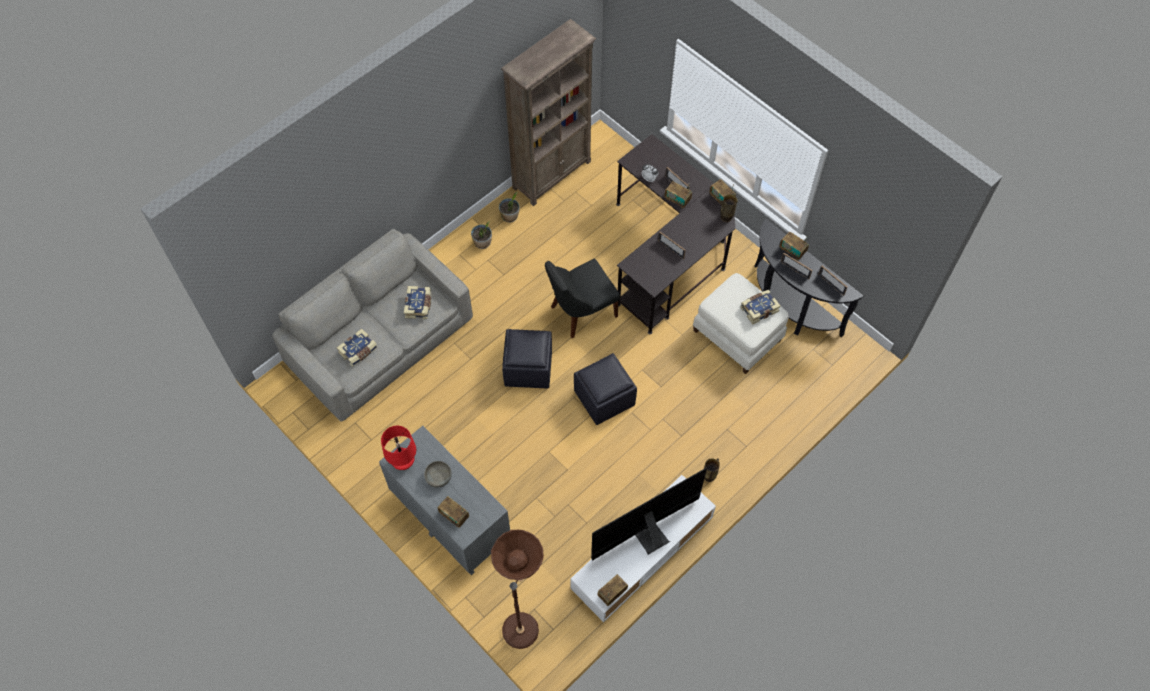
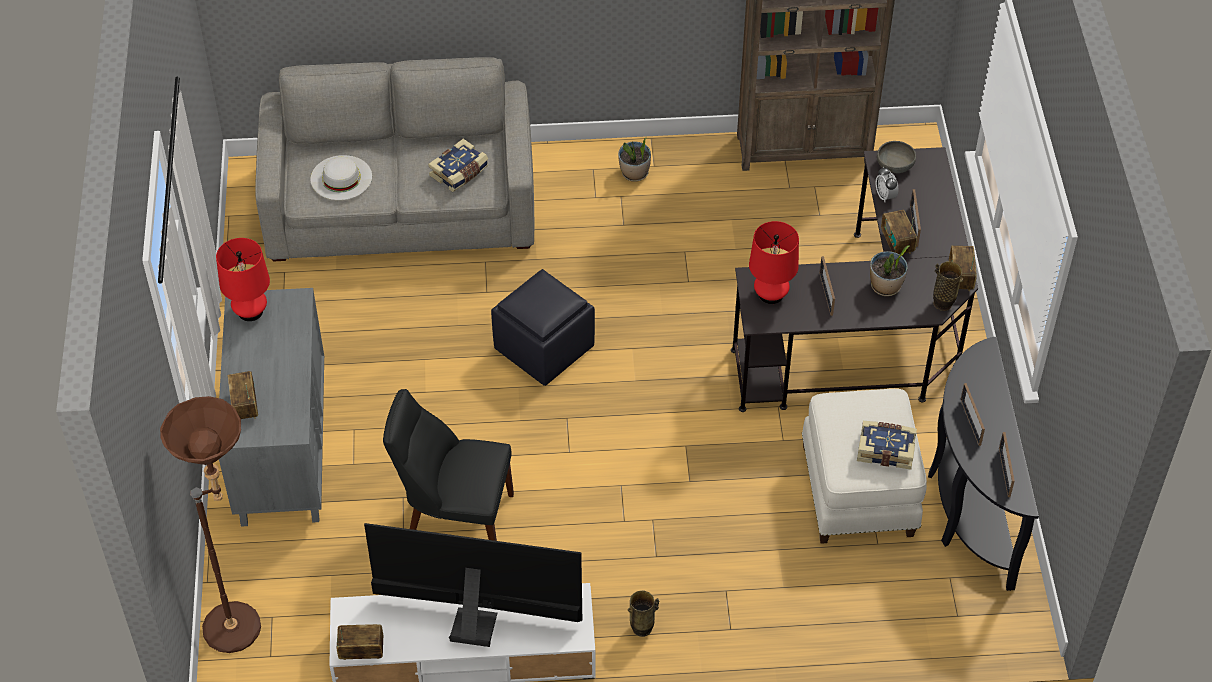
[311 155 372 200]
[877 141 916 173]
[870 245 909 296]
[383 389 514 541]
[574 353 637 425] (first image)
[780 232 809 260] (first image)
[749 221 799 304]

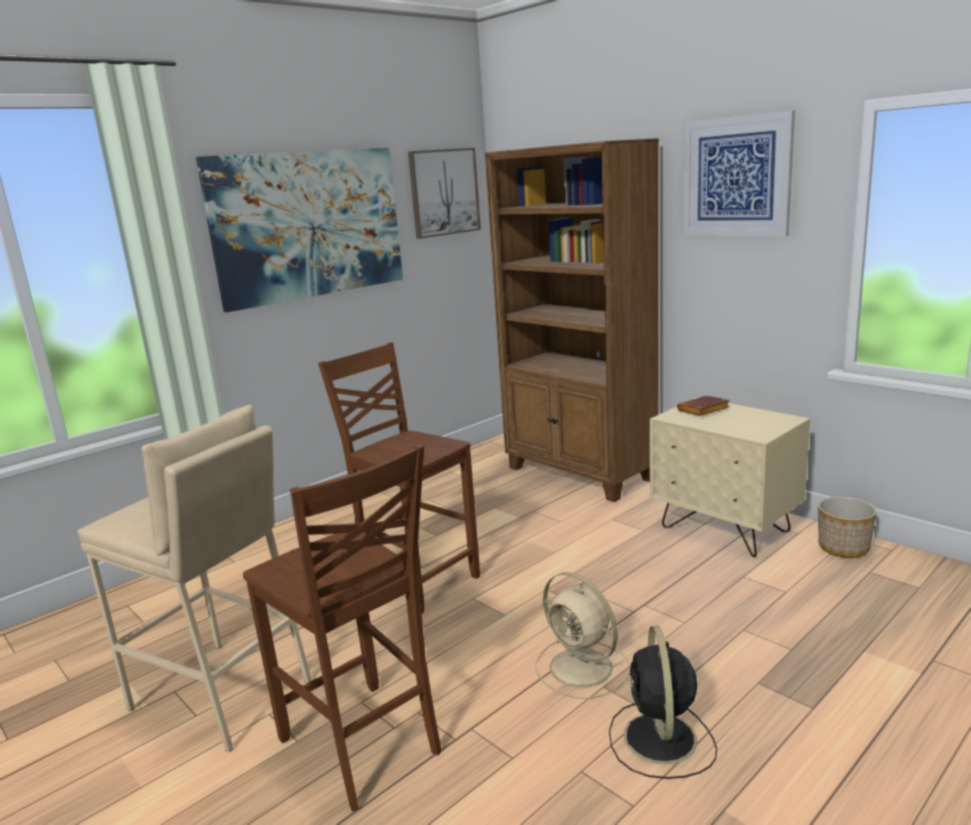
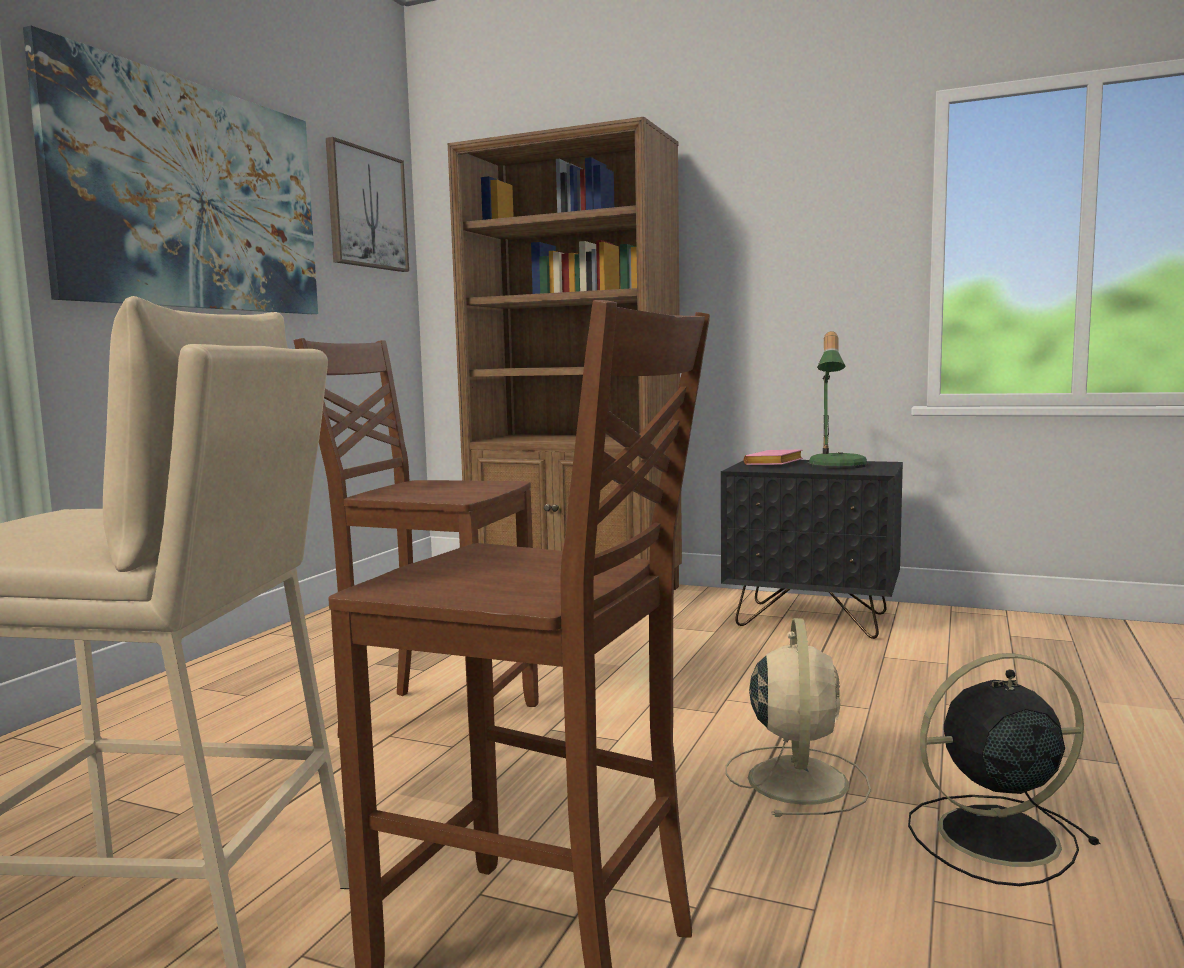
[726 618 871 817]
[908 653 1101 886]
[721 460 903 639]
[744 449 803 465]
[684 110 795 236] (first image)
[818 497 877 558] (first image)
[808 331 868 469]

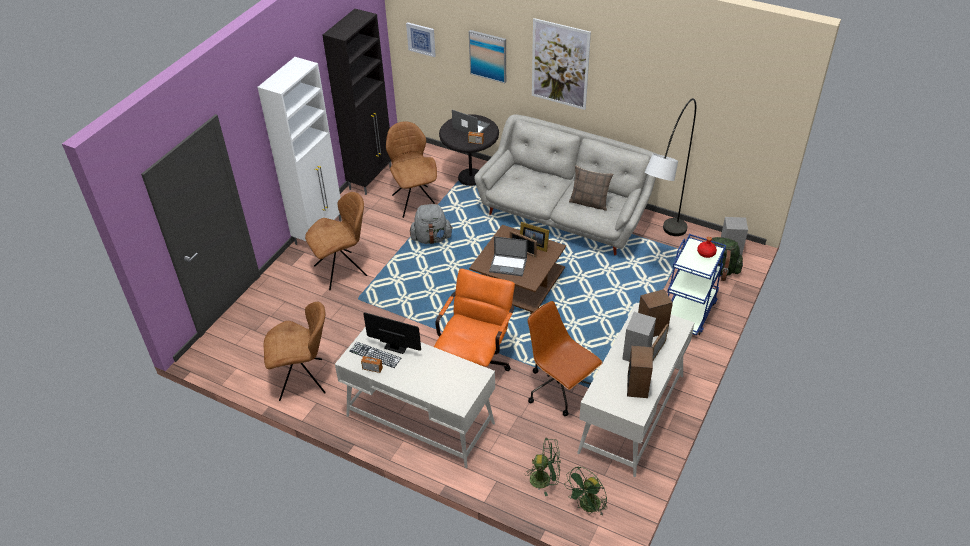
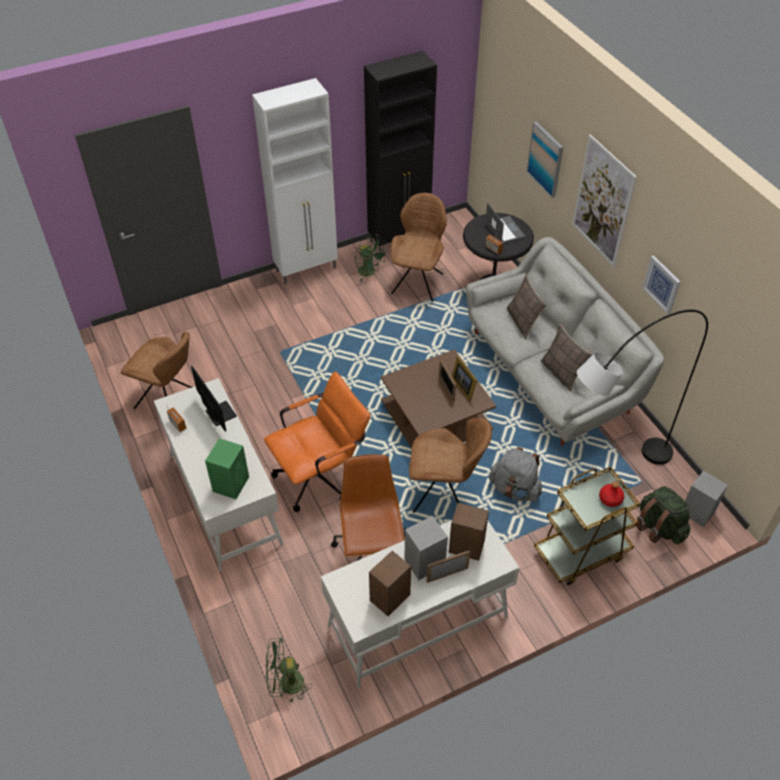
[409 418 492 513]
[349 342 401 368] (first image)
[642 256 680 314]
[489 447 542 502]
[489 236 527 276] (first image)
[355 234 388 282]
[534 467 640 585]
[205 438 249 499]
[507 274 547 339]

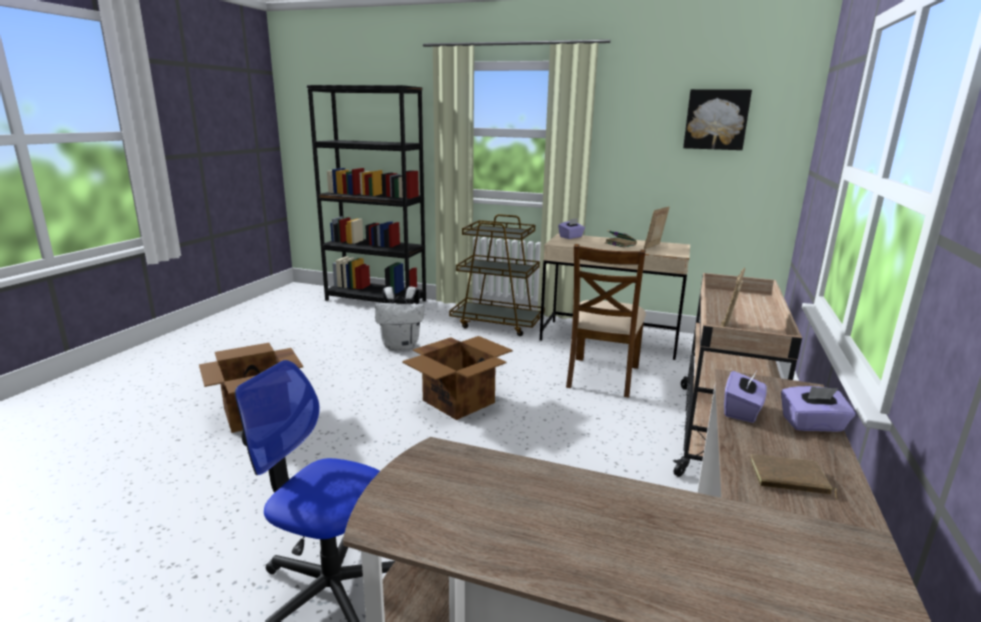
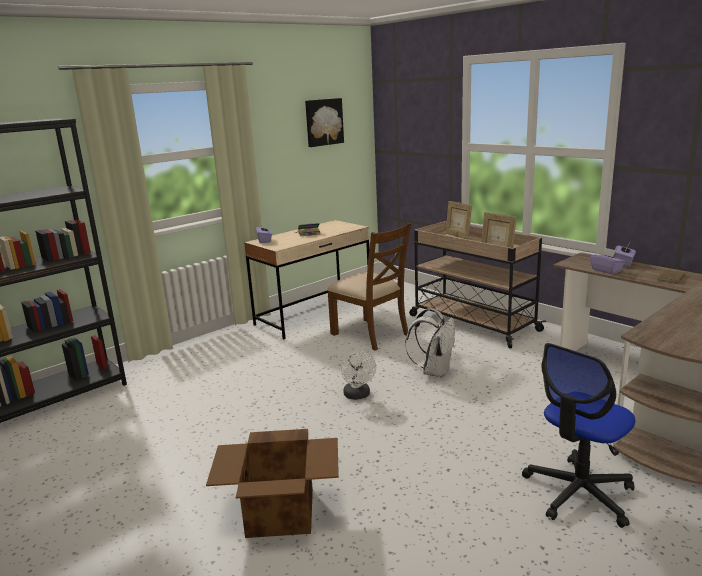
[405 308 455 378]
[341 351 376 400]
[449 214 545 336] (first image)
[446 201 472 239]

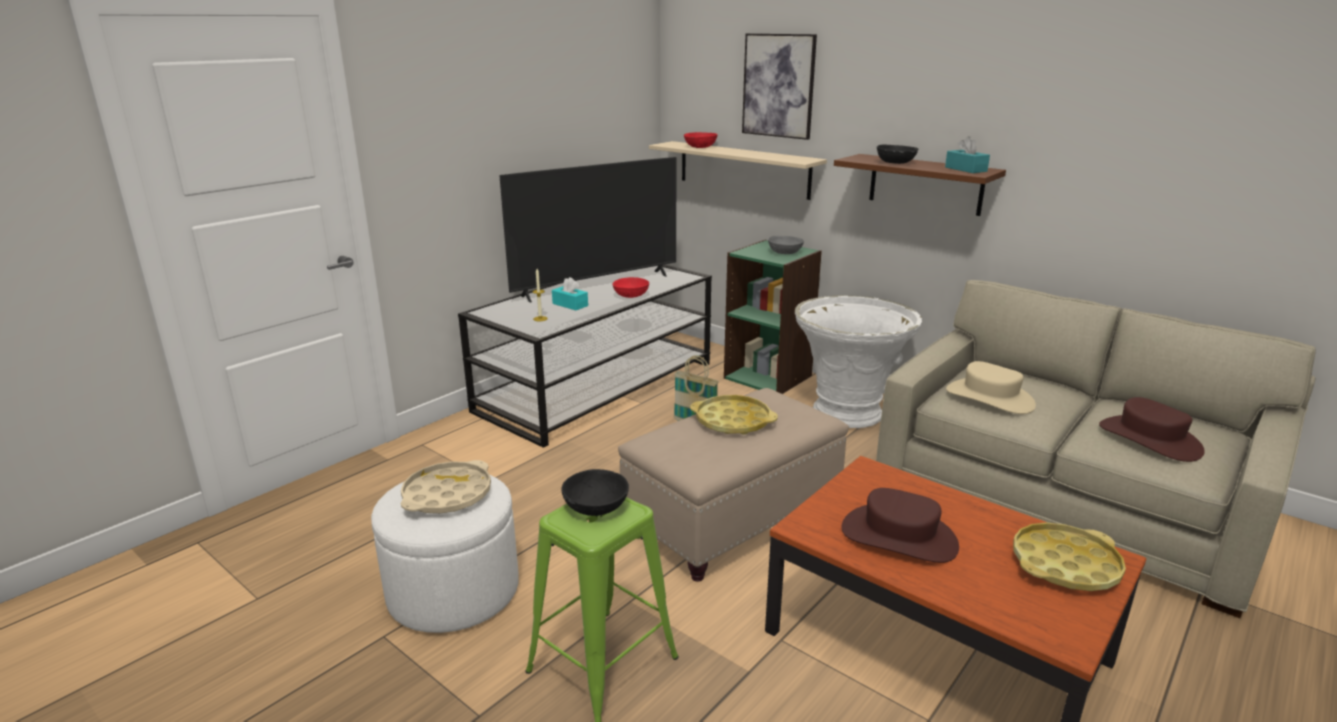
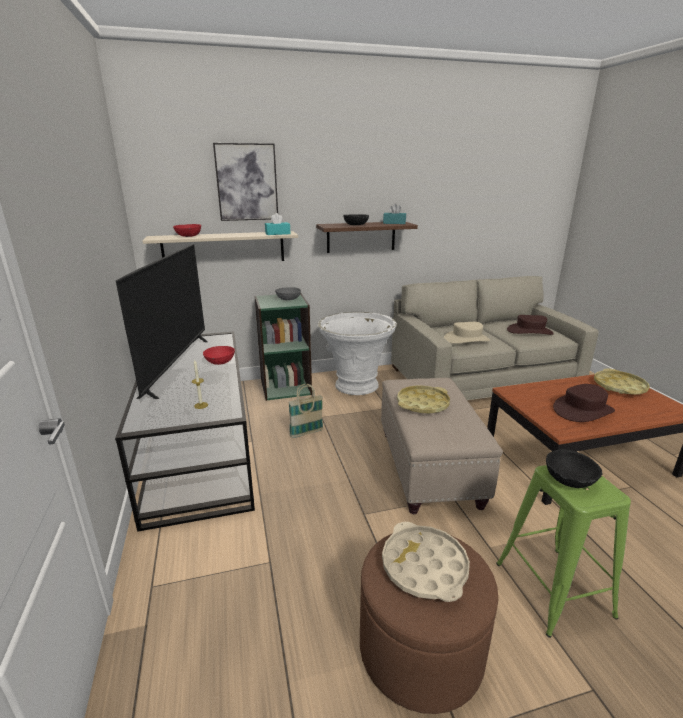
[360 533 498 714]
[265 213 290 235]

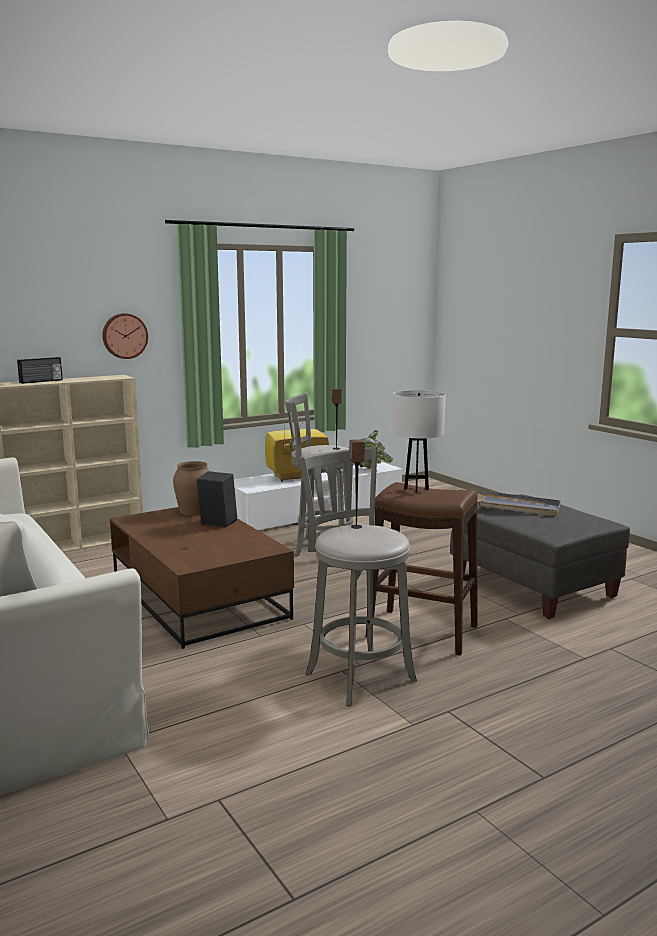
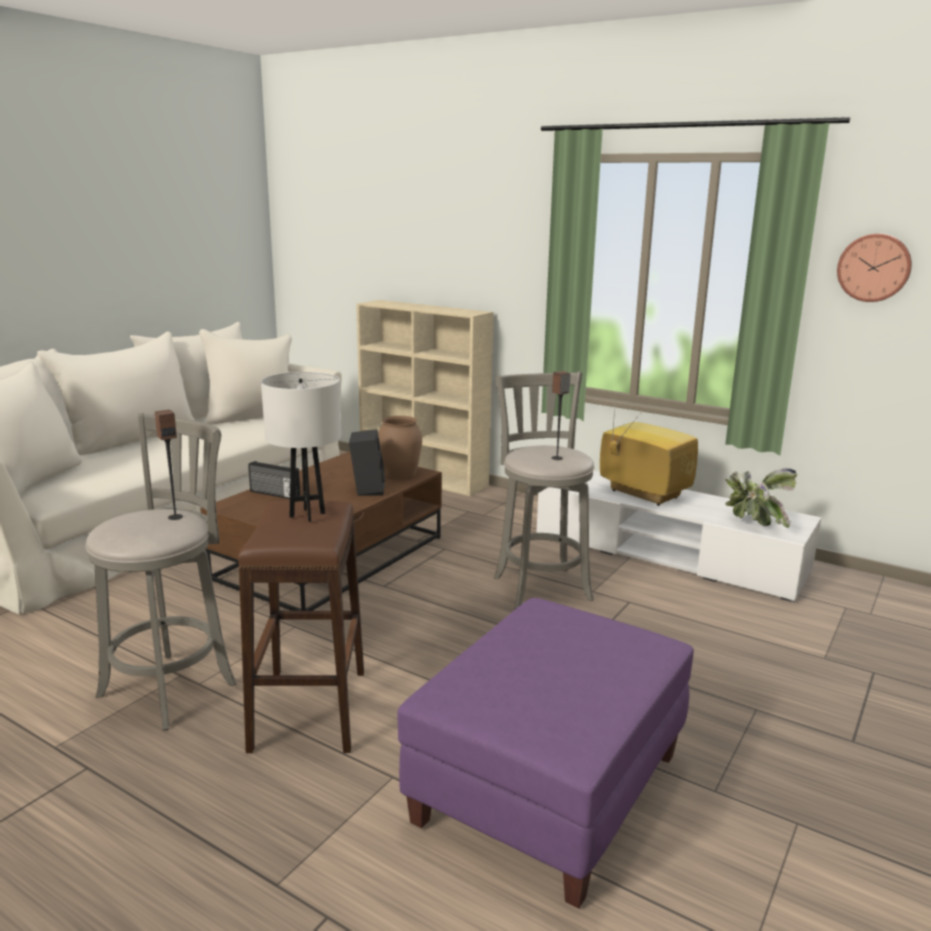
[248 461 300 499]
[837 233 912 302]
[397 598 694 908]
[479 491 561 516] (first image)

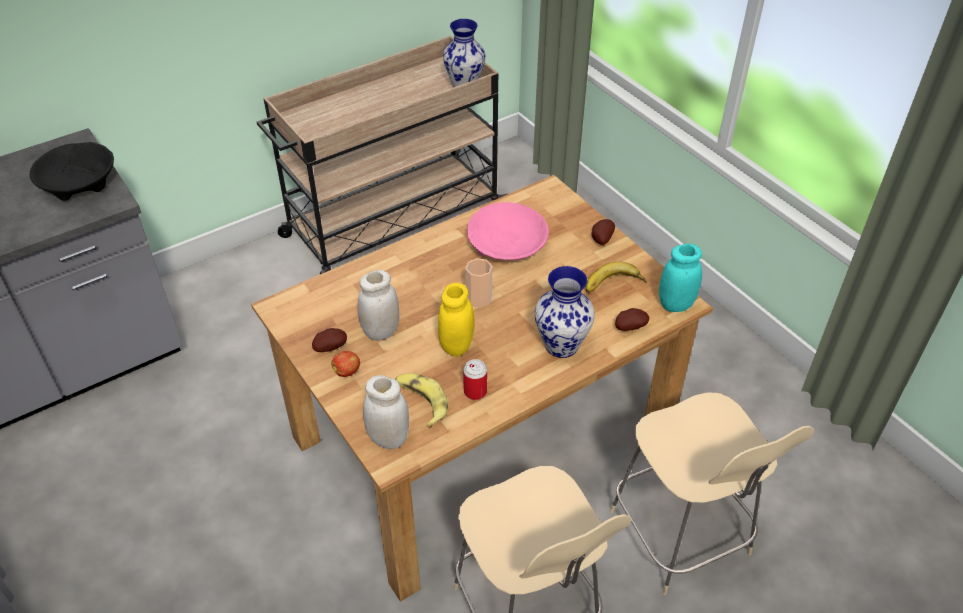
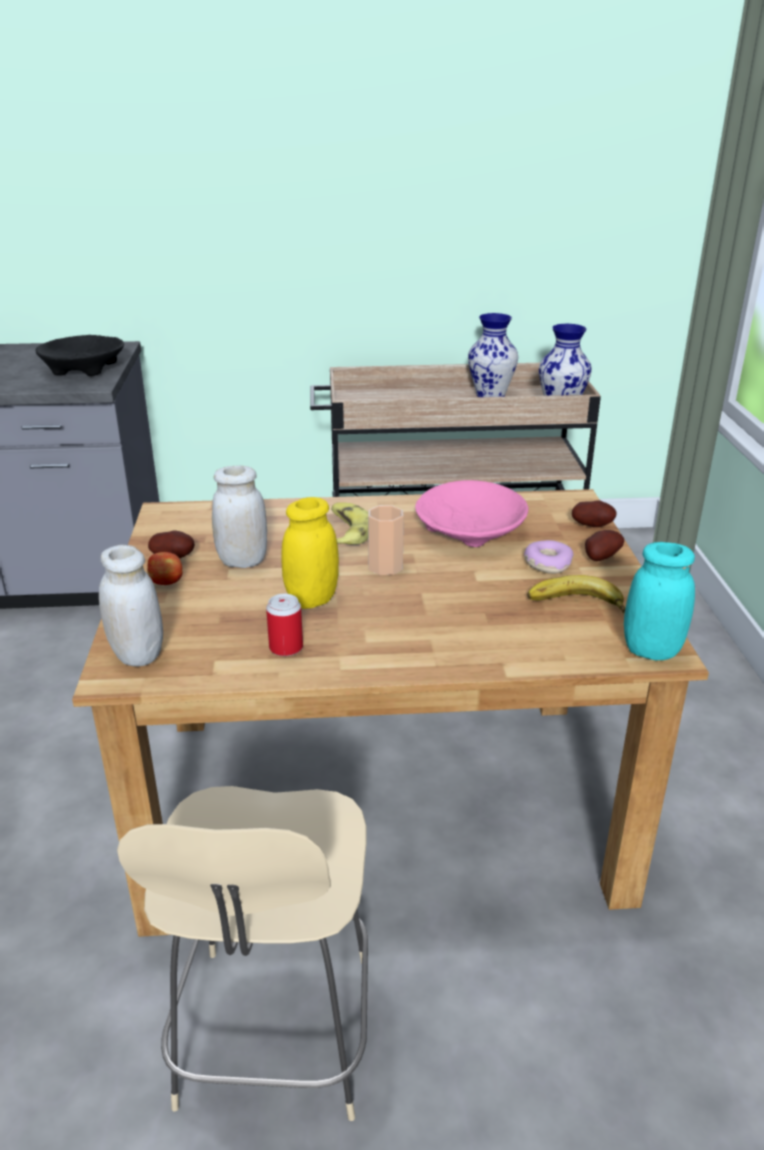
[331 502 368 545]
[468 313 518 397]
[610 392 814 595] (first image)
[572 500 617 527]
[524 540 573 574]

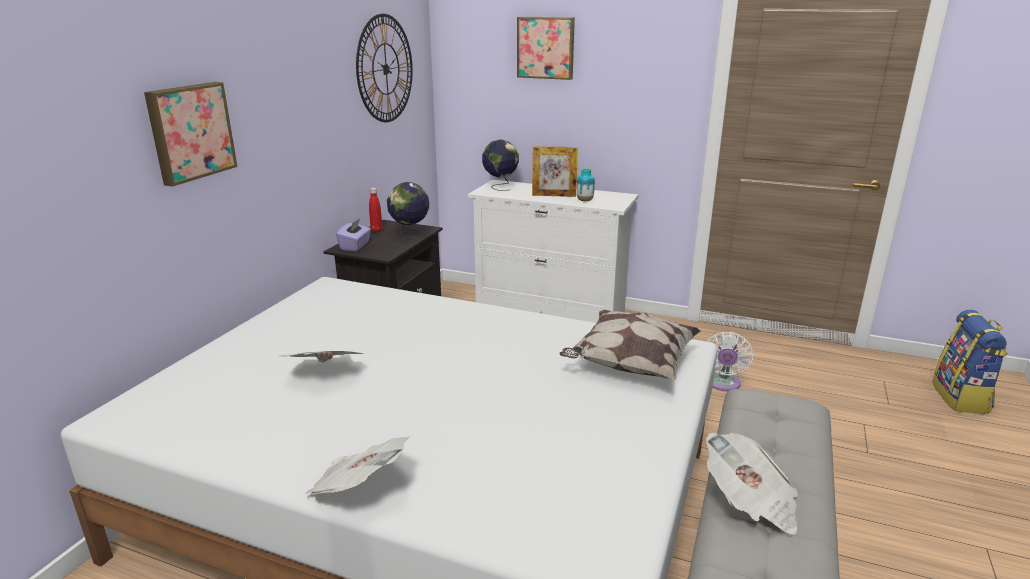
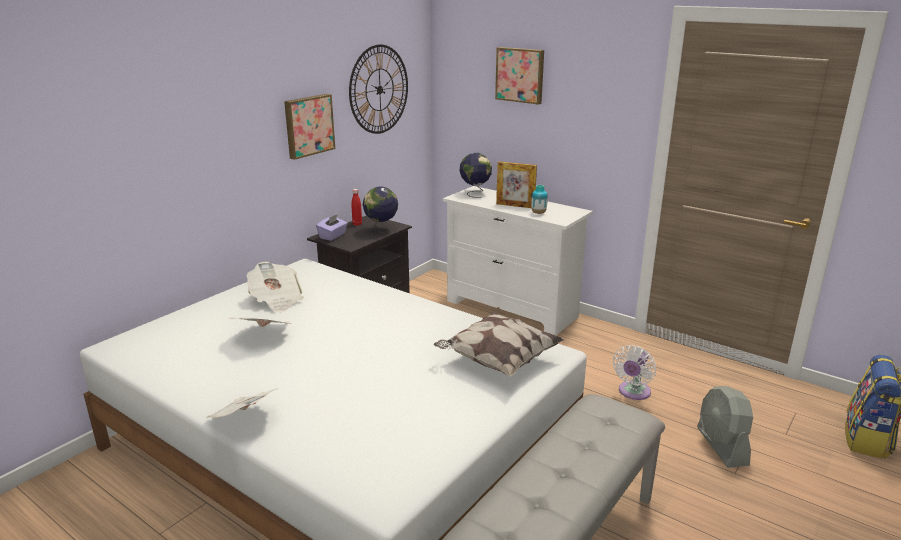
[284 94 335 160]
[247 262 304 313]
[697 386 753 468]

